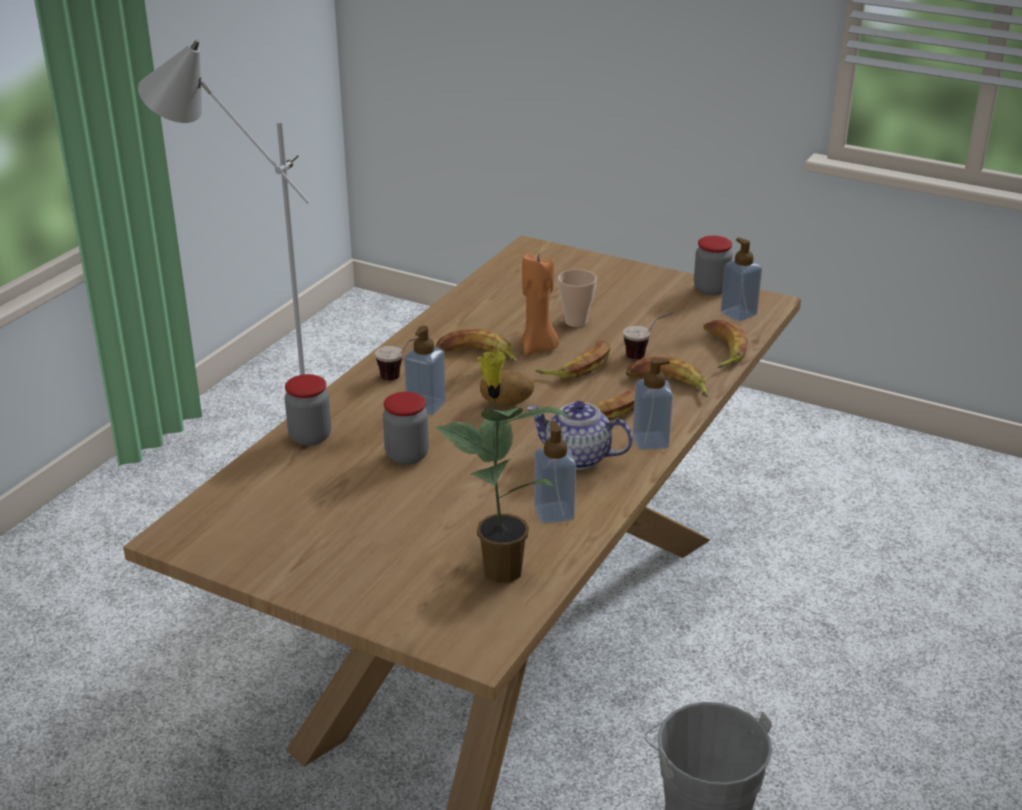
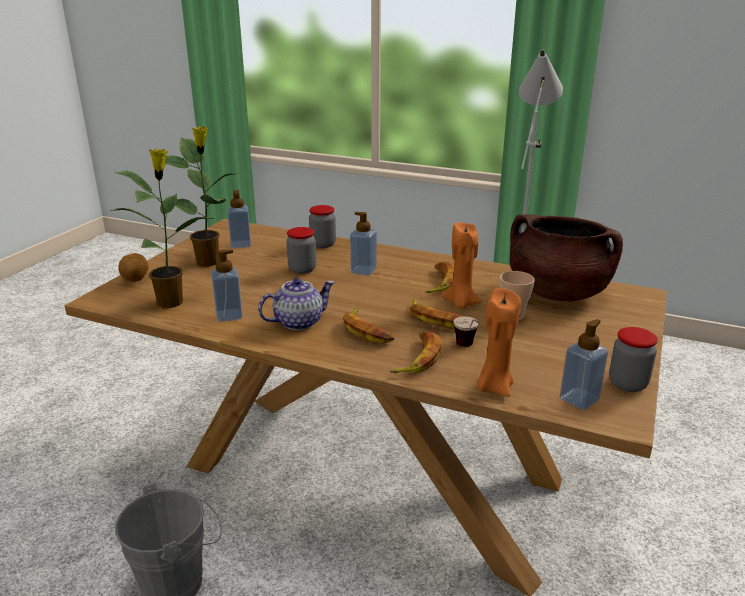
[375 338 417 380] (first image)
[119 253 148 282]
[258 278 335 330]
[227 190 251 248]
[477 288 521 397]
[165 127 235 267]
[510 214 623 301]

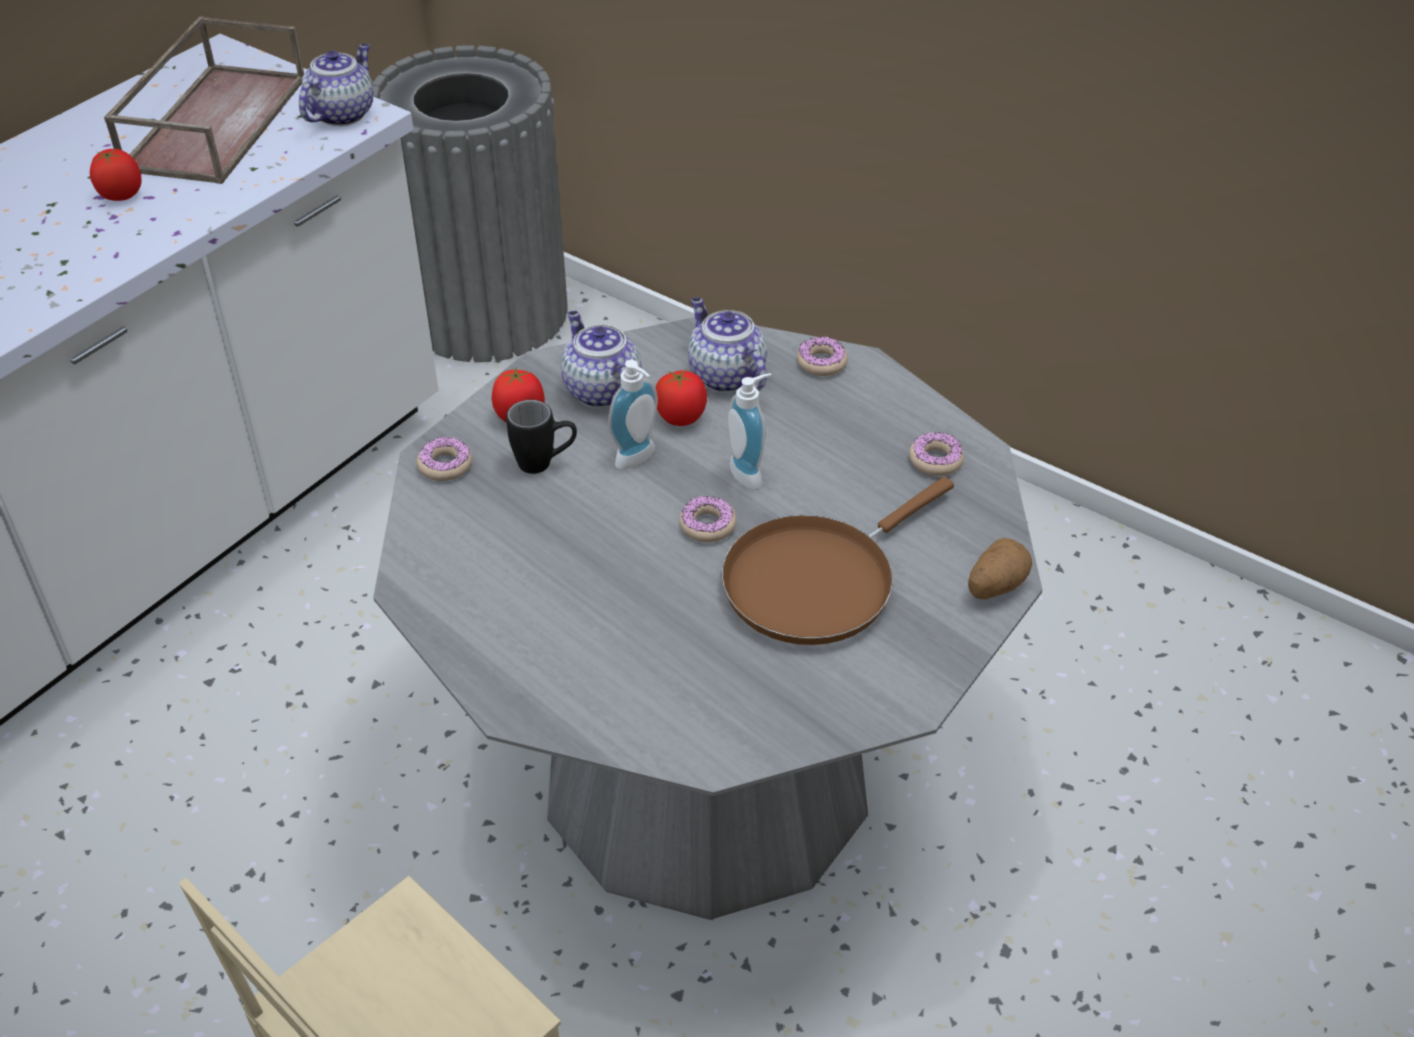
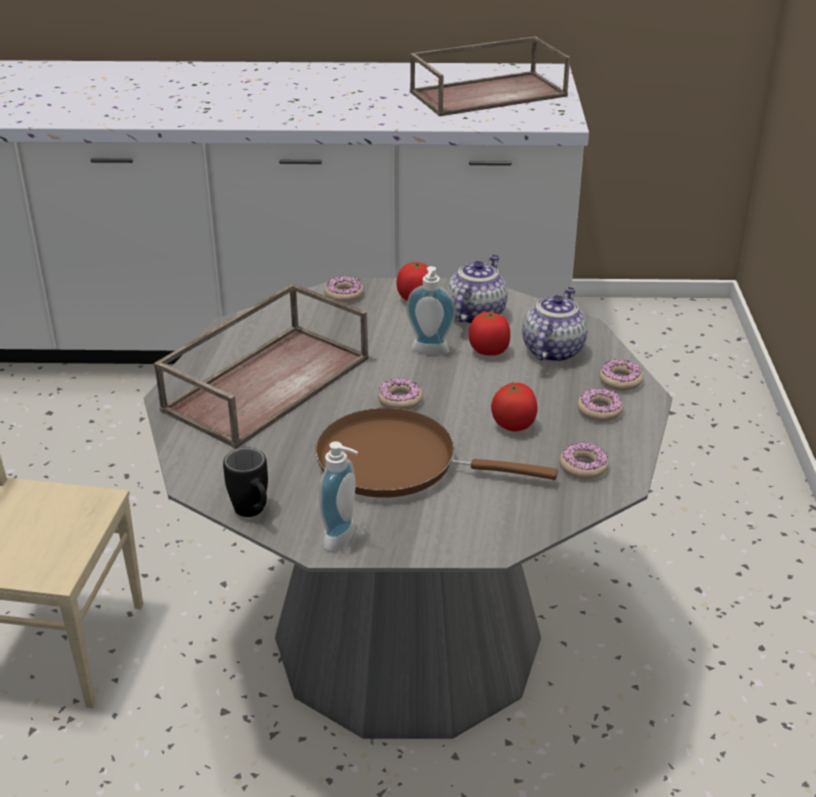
[491 382 538 431]
[299 44 373 126] (first image)
[372 45 568 362] (first image)
[223 448 268 517]
[319 441 358 551]
[968 538 1032 599] (first image)
[154 283 369 449]
[577 388 623 421]

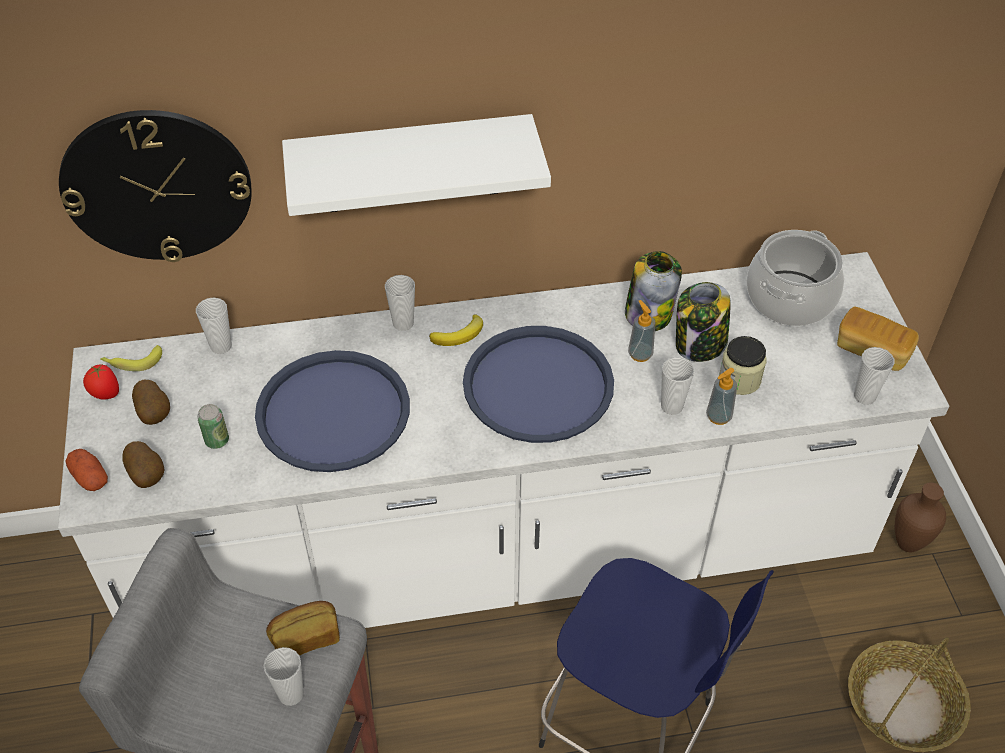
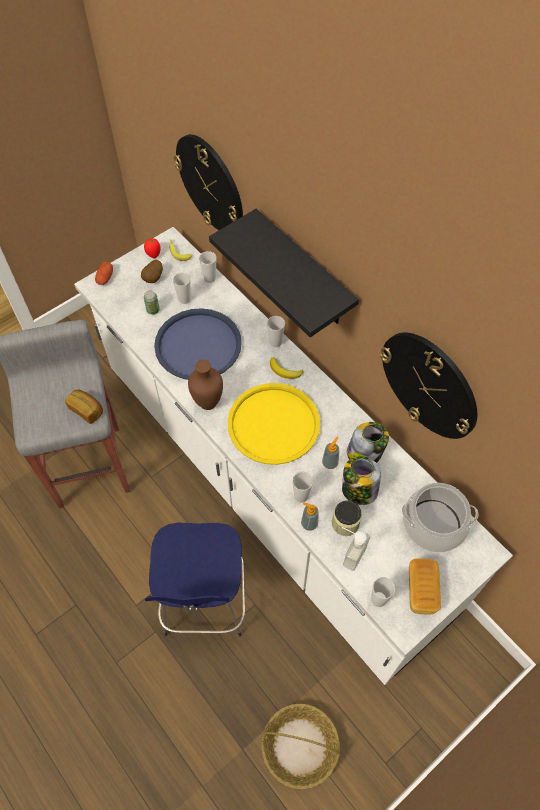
[122 441 164 488] (first image)
[173 273 191 304]
[209 209 359 337]
[228 383 320 465]
[188 360 223 410]
[342 527 370 571]
[380 332 477 439]

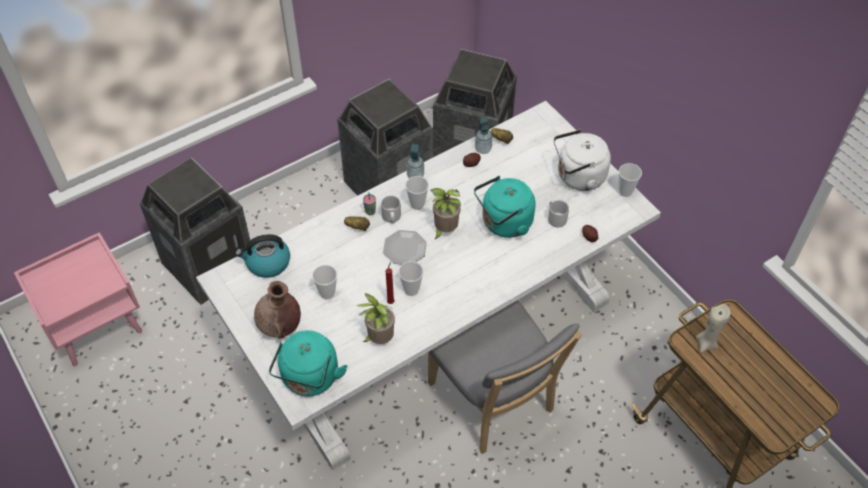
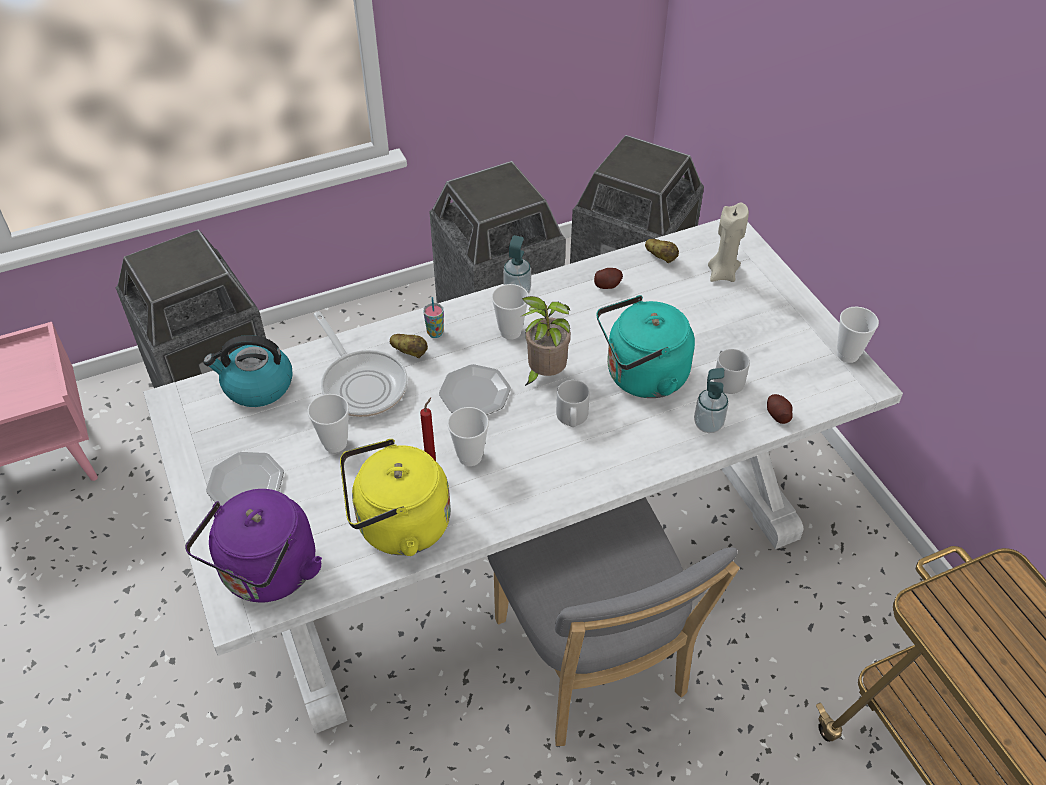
[206 452 284 506]
[185 489 322 603]
[340 439 451 556]
[556 380 590 427]
[694 368 729 433]
[554 129 611 191] (first image)
[708 203 749 282]
[313 311 408 417]

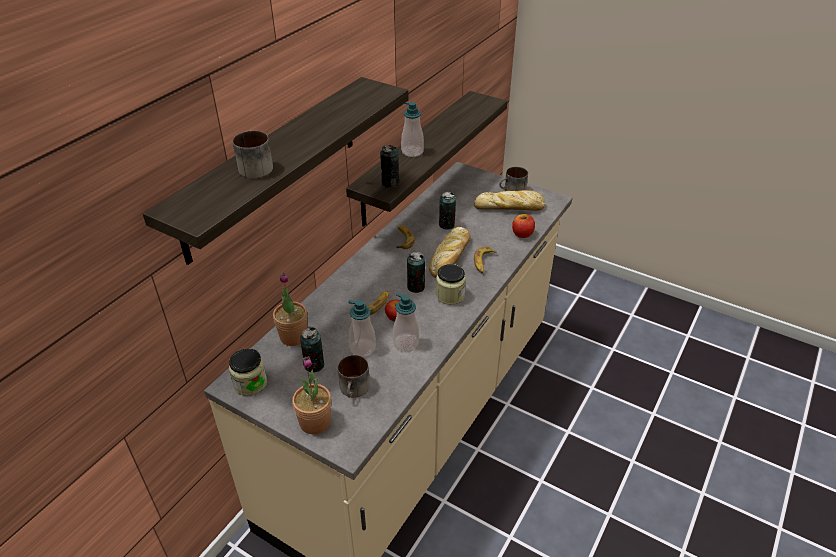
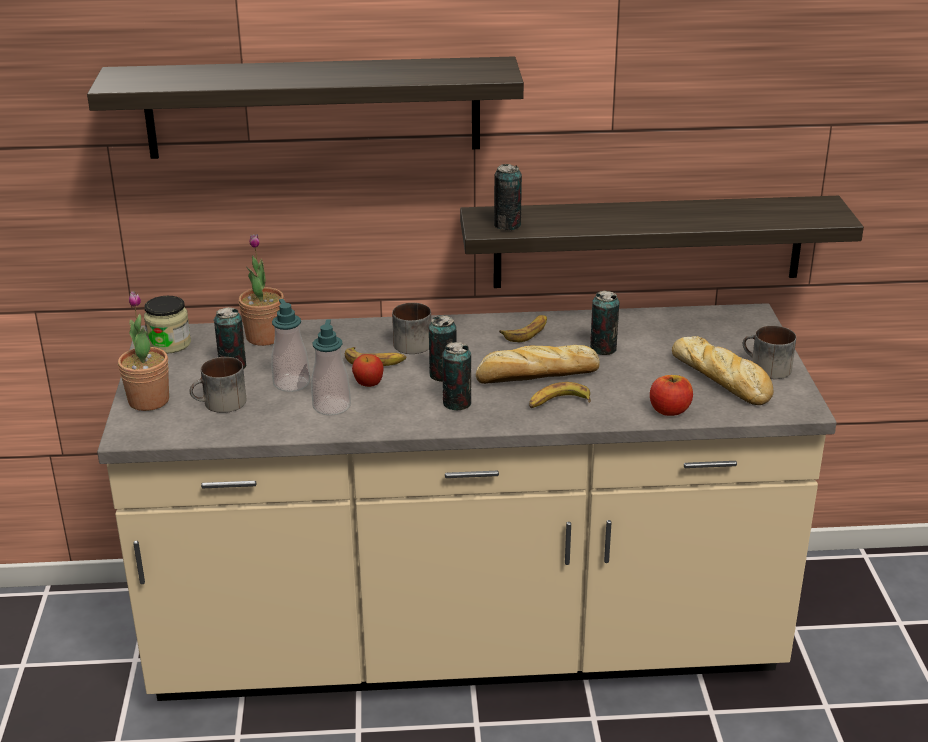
[392 303 431 354]
[401 102 424 157] (first image)
[442 342 471 411]

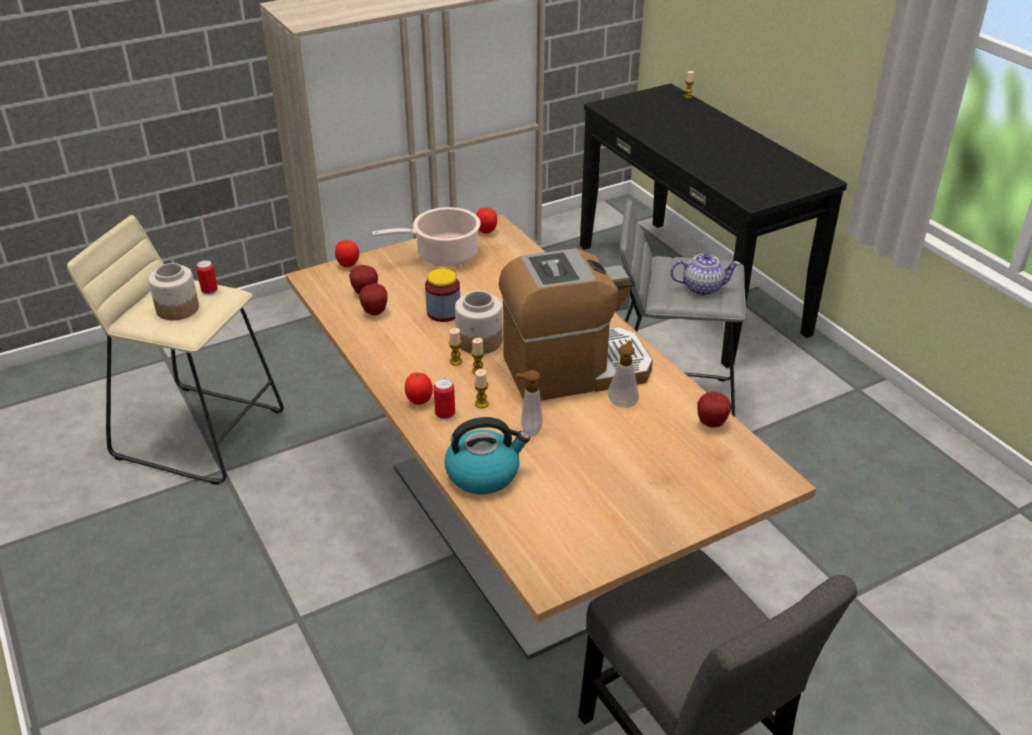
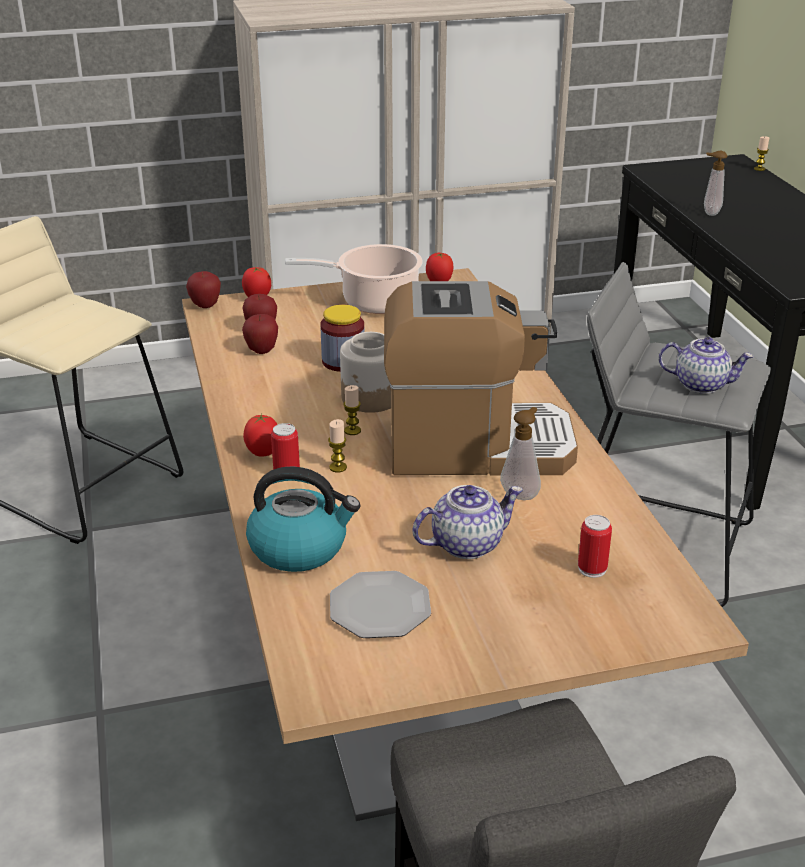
[148 263 199 320] (first image)
[578 515 612 578]
[449 328 462 366] (first image)
[704 151 728 216]
[186 271 221 308]
[330 571 431 638]
[413 485 523 559]

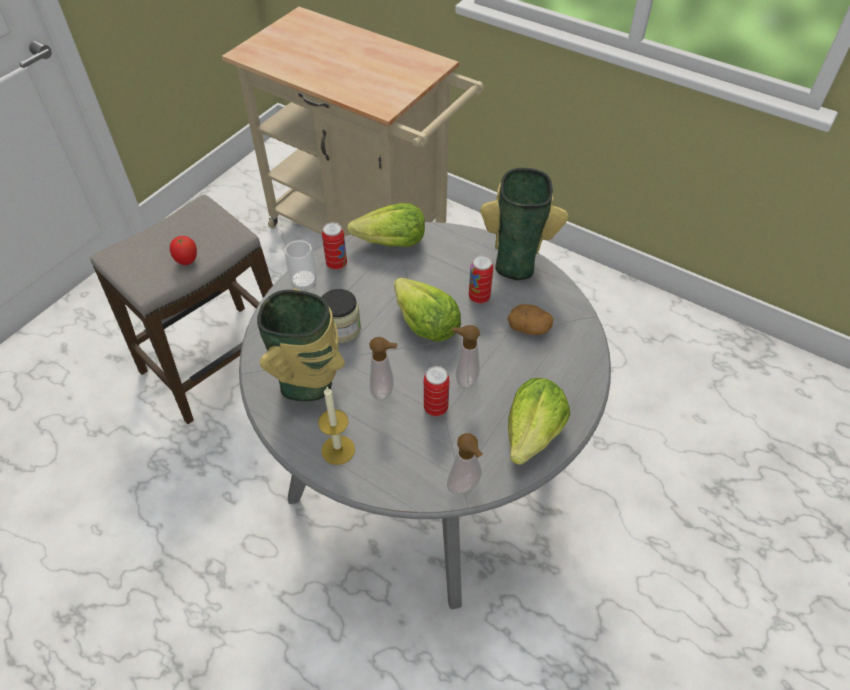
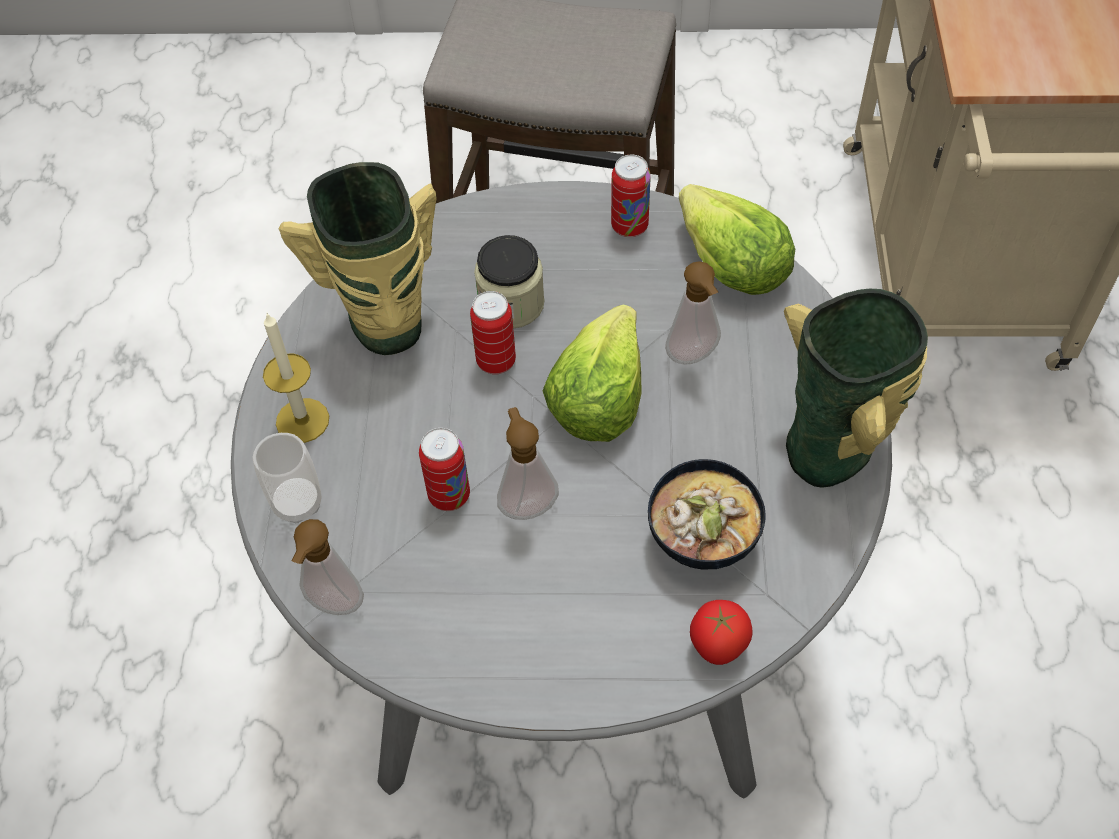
[690 600 753 665]
[252 433 322 523]
[665 261 721 365]
[470 291 516 374]
[648 459 766 569]
[508 378 570 465] (first image)

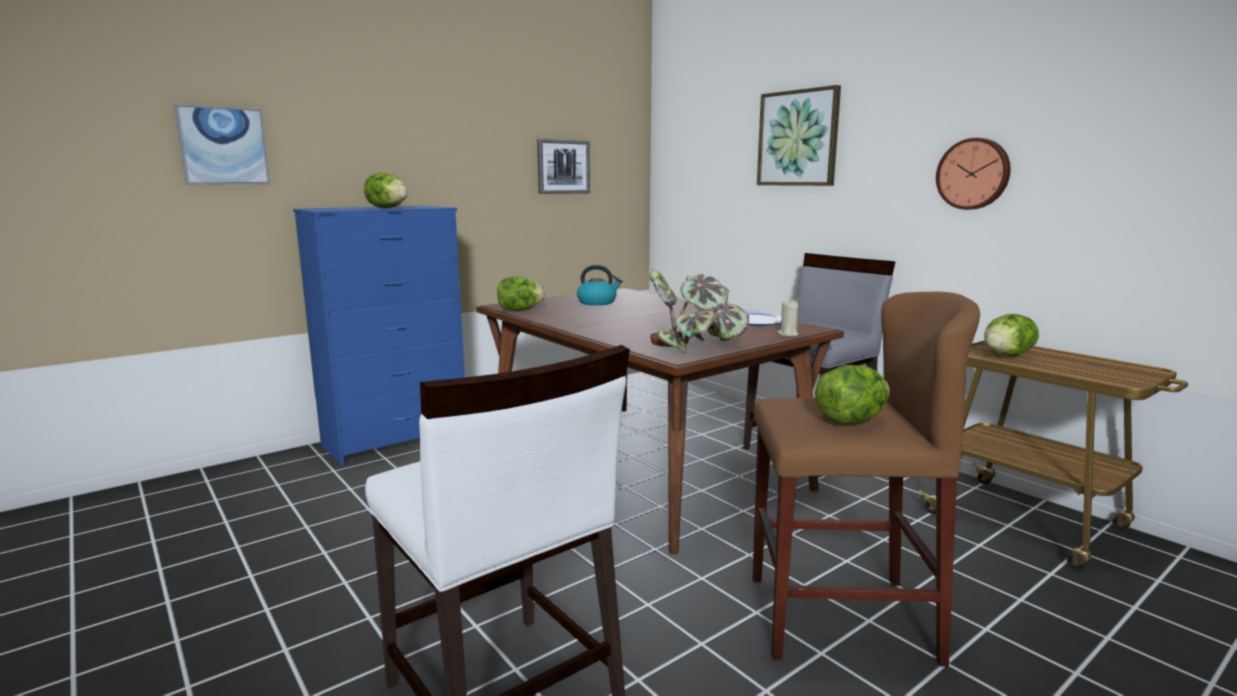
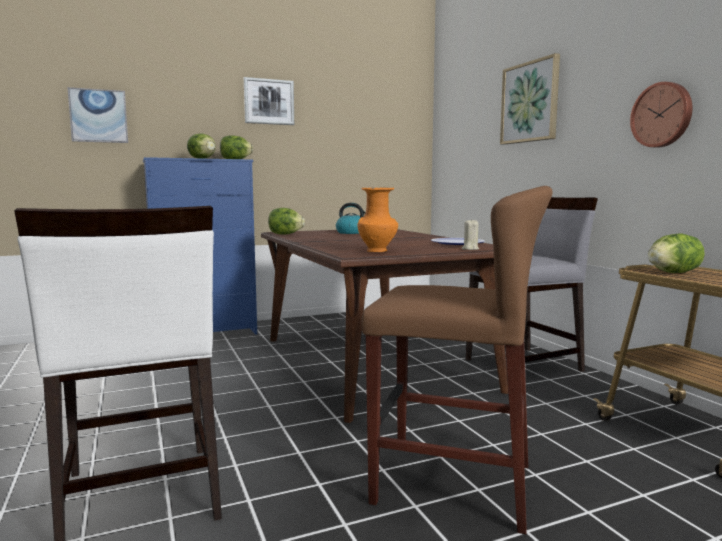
[244 77 294 125]
[357 188 398 252]
[220 135 253 159]

